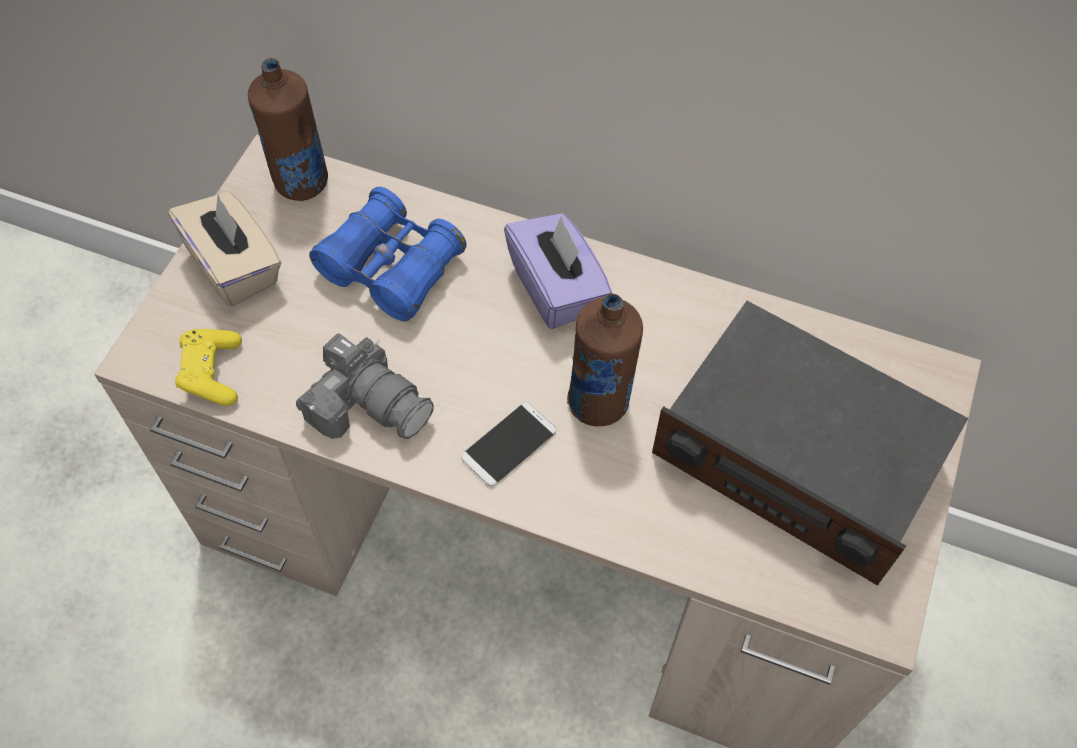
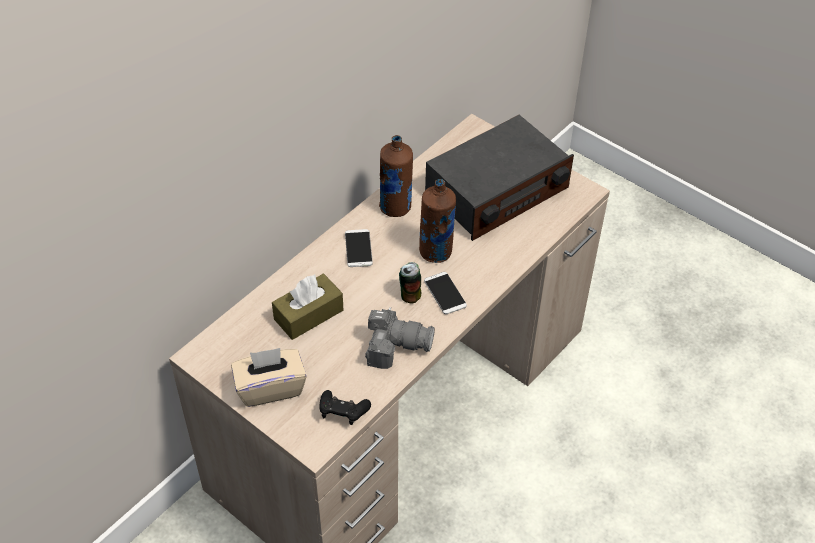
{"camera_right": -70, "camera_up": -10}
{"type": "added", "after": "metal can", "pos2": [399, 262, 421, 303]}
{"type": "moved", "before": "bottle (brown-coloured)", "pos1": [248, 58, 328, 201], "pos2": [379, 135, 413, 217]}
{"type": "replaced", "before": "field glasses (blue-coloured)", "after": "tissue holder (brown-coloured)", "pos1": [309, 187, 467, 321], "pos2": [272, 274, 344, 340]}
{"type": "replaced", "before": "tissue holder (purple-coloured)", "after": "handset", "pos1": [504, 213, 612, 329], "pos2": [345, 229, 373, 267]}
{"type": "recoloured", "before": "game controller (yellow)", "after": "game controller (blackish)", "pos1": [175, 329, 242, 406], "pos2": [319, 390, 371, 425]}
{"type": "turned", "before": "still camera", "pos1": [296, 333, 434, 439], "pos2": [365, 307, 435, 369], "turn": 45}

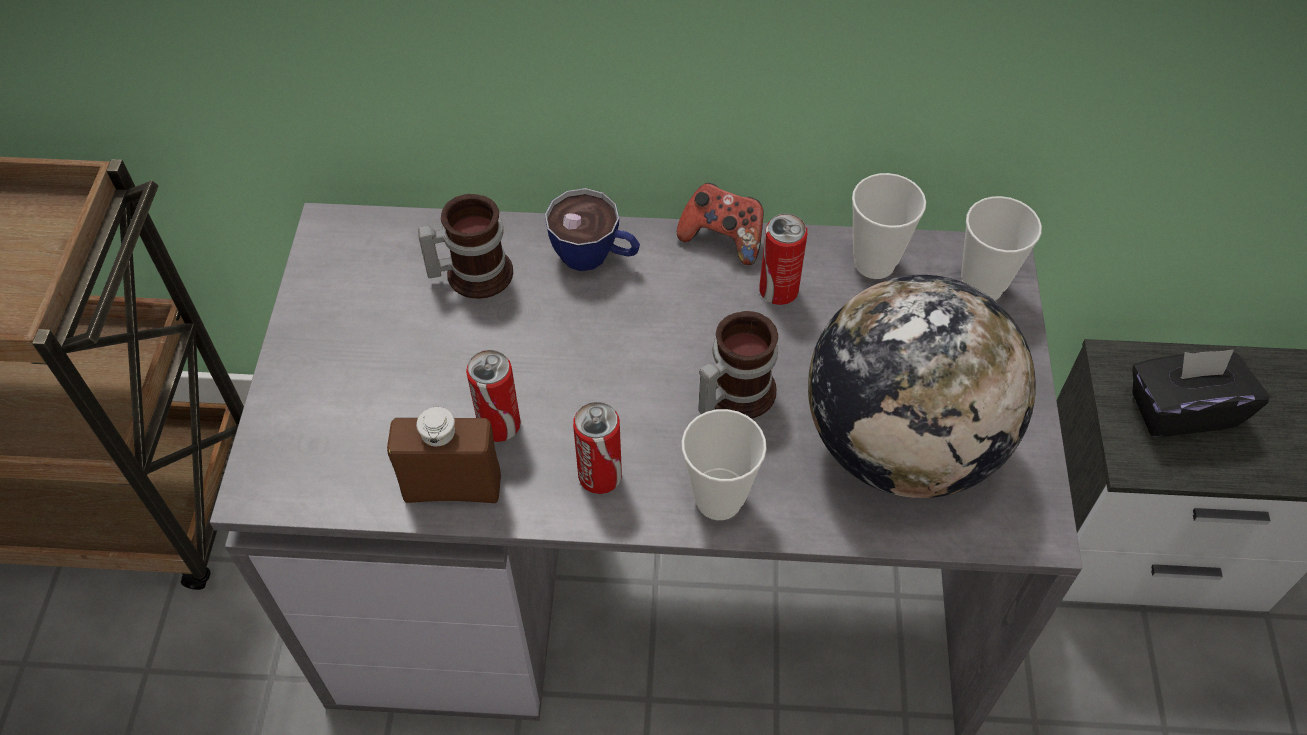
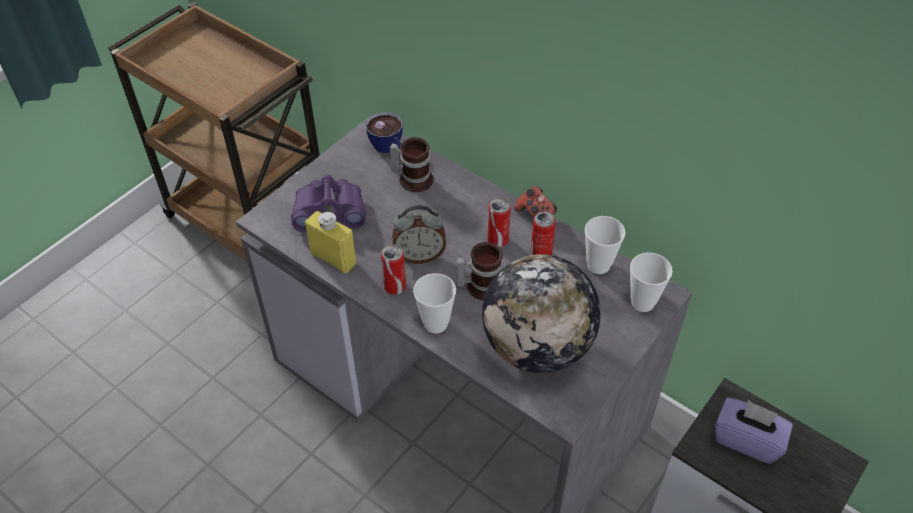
{"camera_right": 35, "camera_up": -5}
{"type": "added", "after": "field glasses (purple-coloured)", "pos2": [291, 174, 366, 232]}
{"type": "added", "after": "alarm clock", "pos2": [392, 205, 446, 264]}
{"type": "moved", "before": "metal can", "pos1": [466, 350, 521, 442], "pos2": [487, 198, 511, 247]}
{"type": "moved", "before": "drinking cup", "pos1": [545, 188, 640, 271], "pos2": [366, 112, 403, 153]}
{"type": "recoloured", "before": "bottle (brown-coloured)", "after": "bottle (yellow)", "pos1": [387, 407, 501, 503], "pos2": [305, 211, 357, 274]}
{"type": "recoloured", "before": "tissue holder (blackish)", "after": "tissue holder (purple-coloured)", "pos1": [1132, 349, 1270, 437], "pos2": [715, 397, 793, 464]}

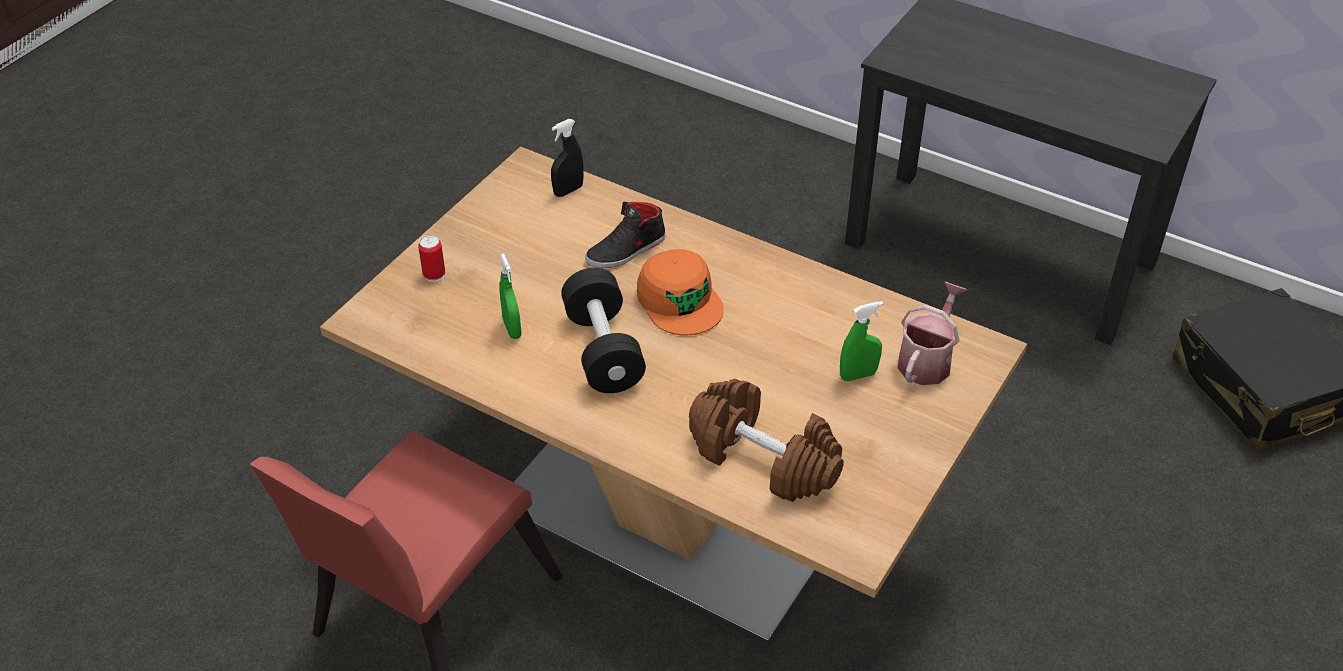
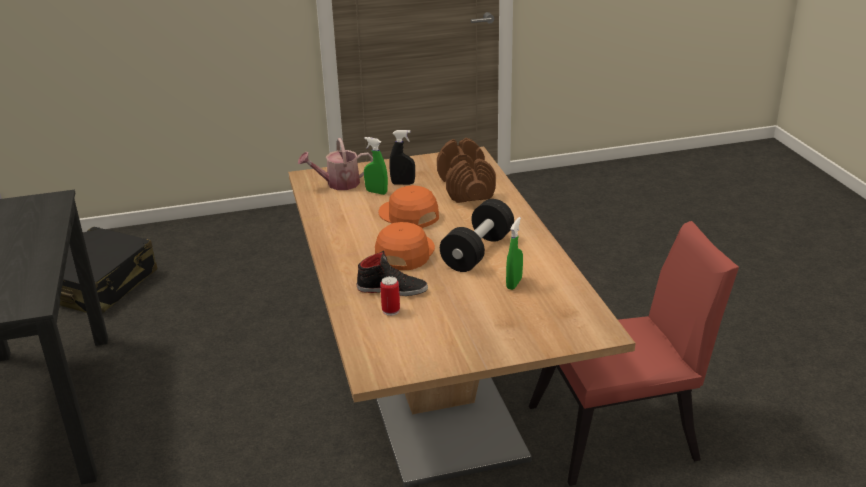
{"camera_right": -135, "camera_up": -15}
{"type": "added", "after": "cap (orange-coloured)", "pos2": [379, 185, 439, 228]}
{"type": "moved", "before": "metal can", "pos1": [418, 235, 445, 282], "pos2": [380, 276, 400, 316]}
{"type": "moved", "before": "sprayer (blackish)", "pos1": [551, 119, 584, 197], "pos2": [389, 130, 415, 185]}

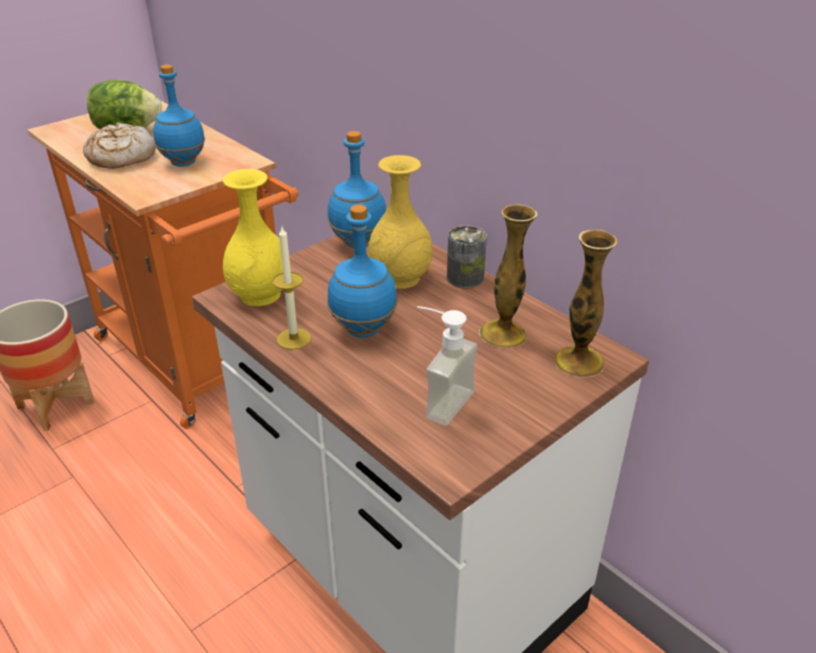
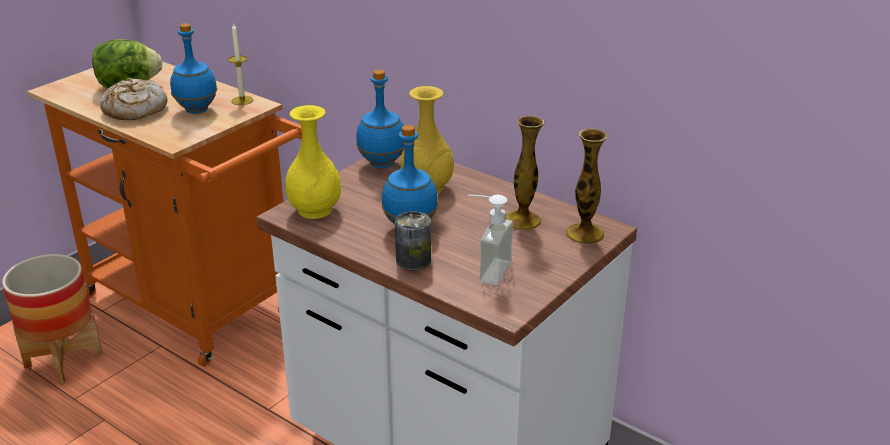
{"camera_right": -10, "camera_up": -5}
{"type": "moved", "before": "candle", "pos1": [272, 227, 311, 350], "pos2": [228, 22, 253, 105]}
{"type": "moved", "before": "metal can", "pos1": [447, 226, 487, 288], "pos2": [395, 211, 431, 270]}

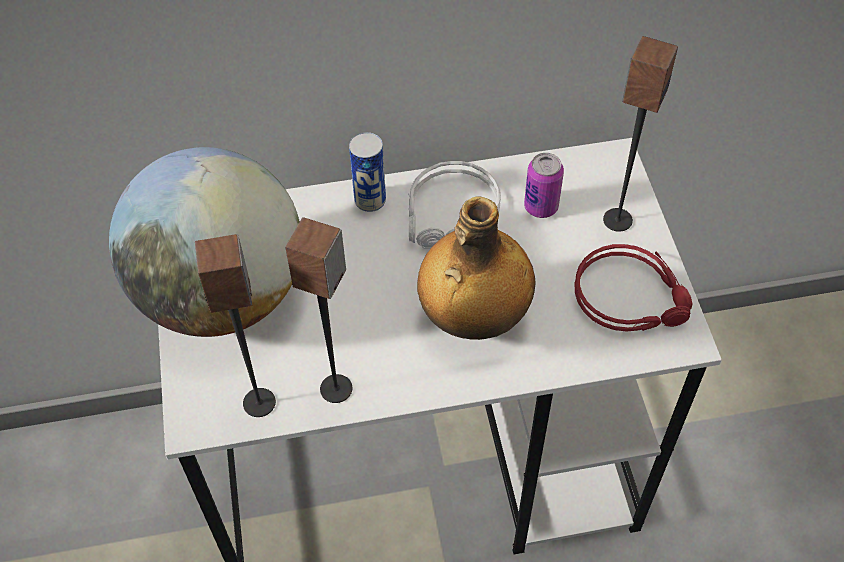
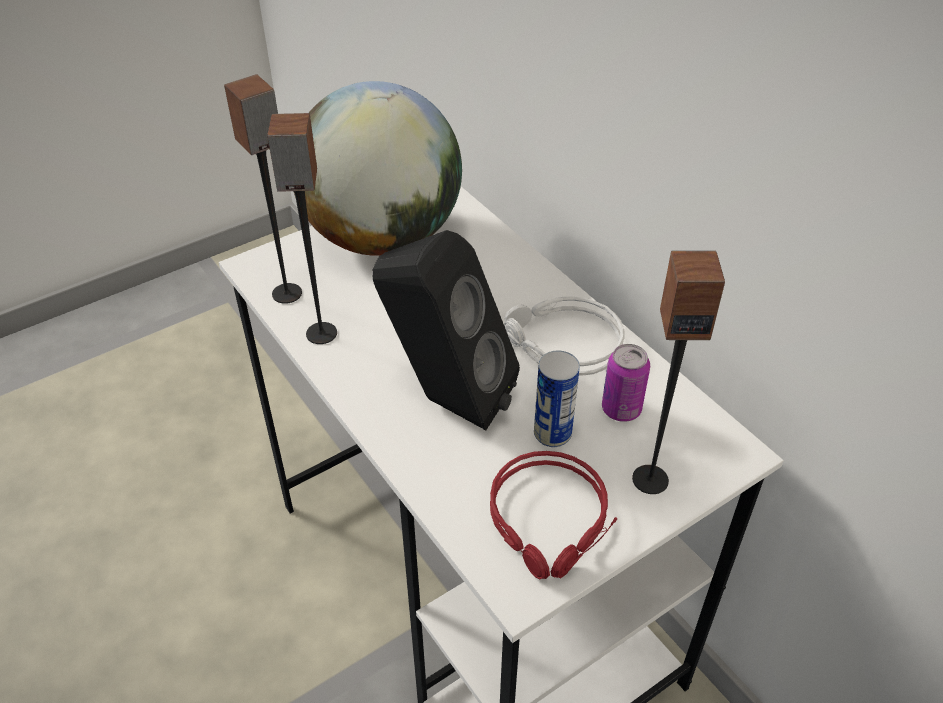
{"camera_right": 65, "camera_up": -10}
{"type": "moved", "before": "metal can", "pos1": [349, 132, 386, 212], "pos2": [534, 351, 580, 447]}
{"type": "replaced", "before": "bottle", "after": "loudspeaker (blackish)", "pos1": [417, 196, 535, 340], "pos2": [372, 230, 520, 430]}

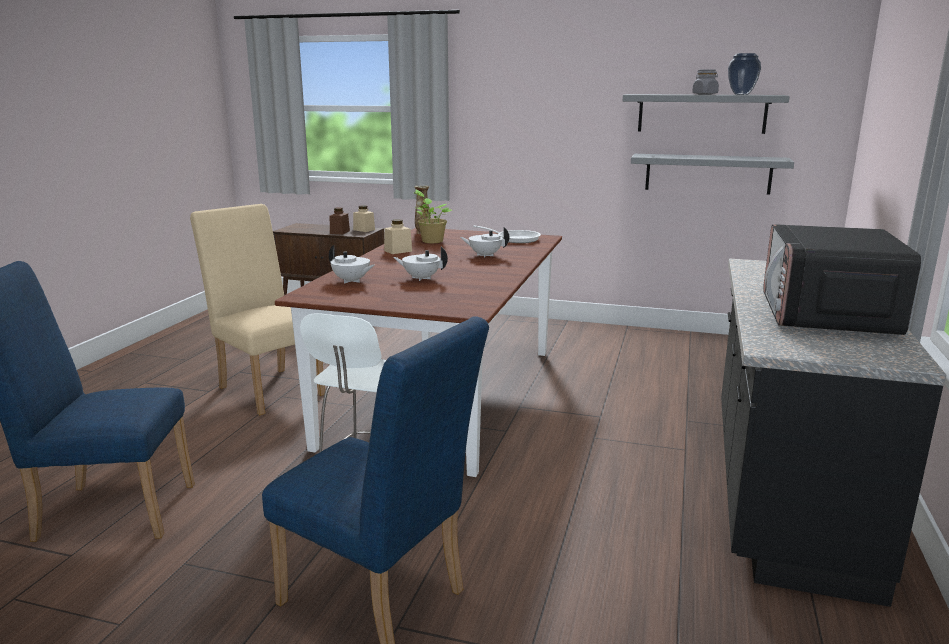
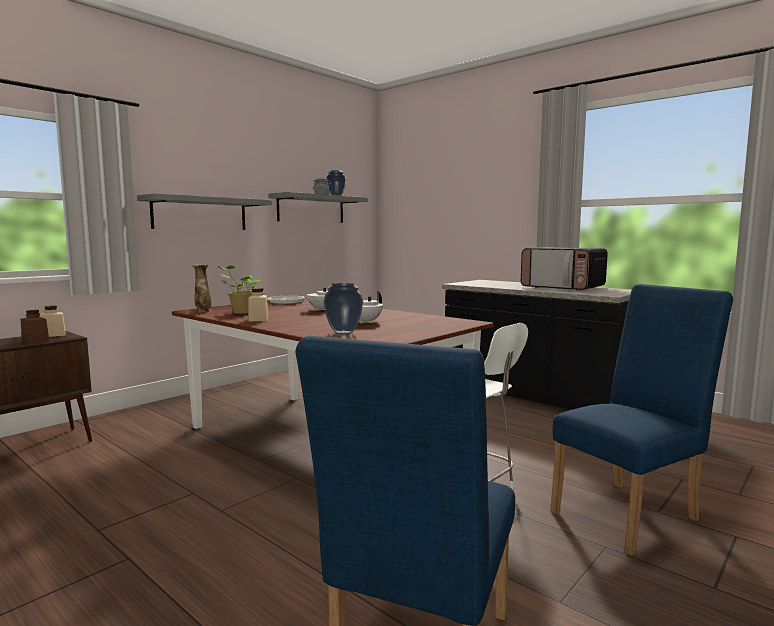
{"camera_right": -65, "camera_up": -10}
{"type": "removed", "before": "plain chair (sand-coloured)", "pos1": [190, 204, 325, 415]}
{"type": "moved", "before": "bracket shelf (grey)", "pos1": [631, 154, 794, 195], "pos2": [137, 193, 272, 230]}
{"type": "replaced", "before": "teapot (white)", "after": "decorative vase", "pos1": [329, 245, 374, 284], "pos2": [324, 283, 363, 334]}

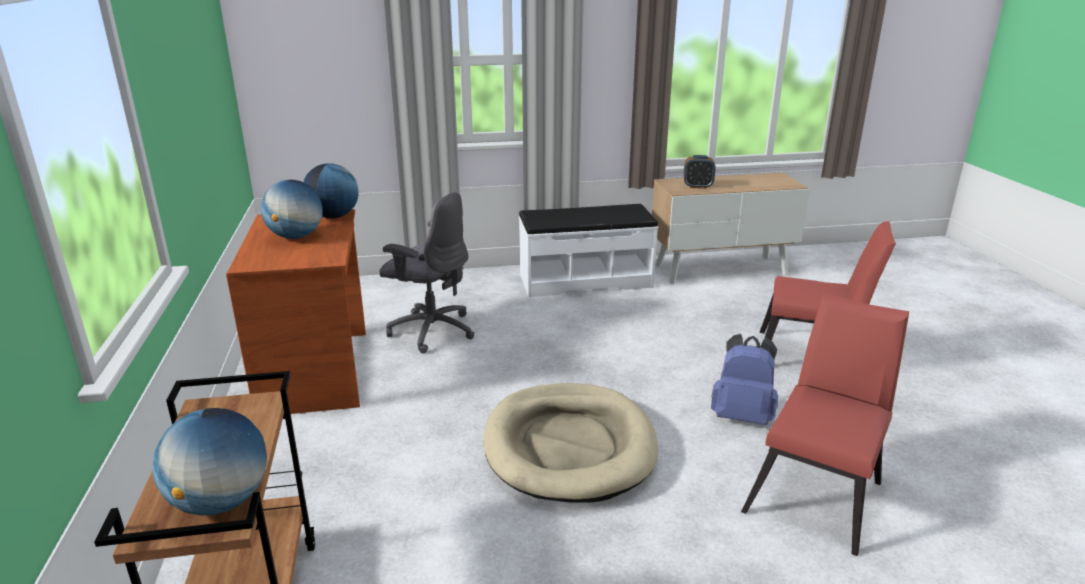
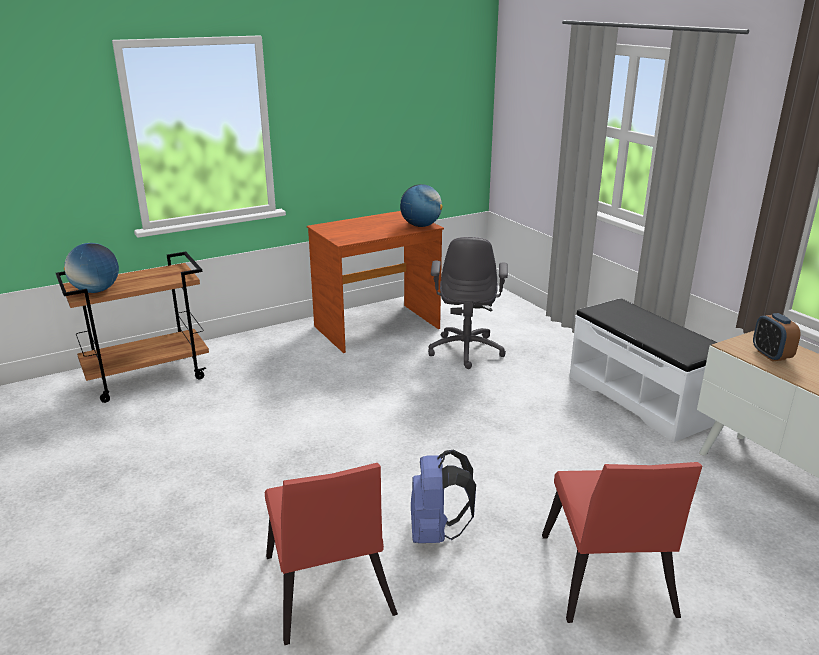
{"camera_right": 70, "camera_up": 0}
{"type": "removed", "before": "globe", "pos1": [261, 180, 323, 239]}
{"type": "removed", "before": "pet bed (sand-coloured)", "pos1": [484, 383, 659, 503]}
{"type": "turned", "before": "plain chair (red)", "pos1": [741, 292, 909, 556], "pos2": [265, 463, 398, 645], "turn": 60}

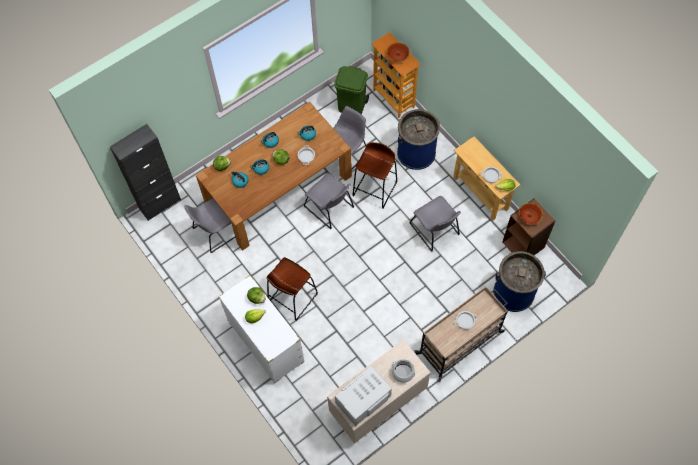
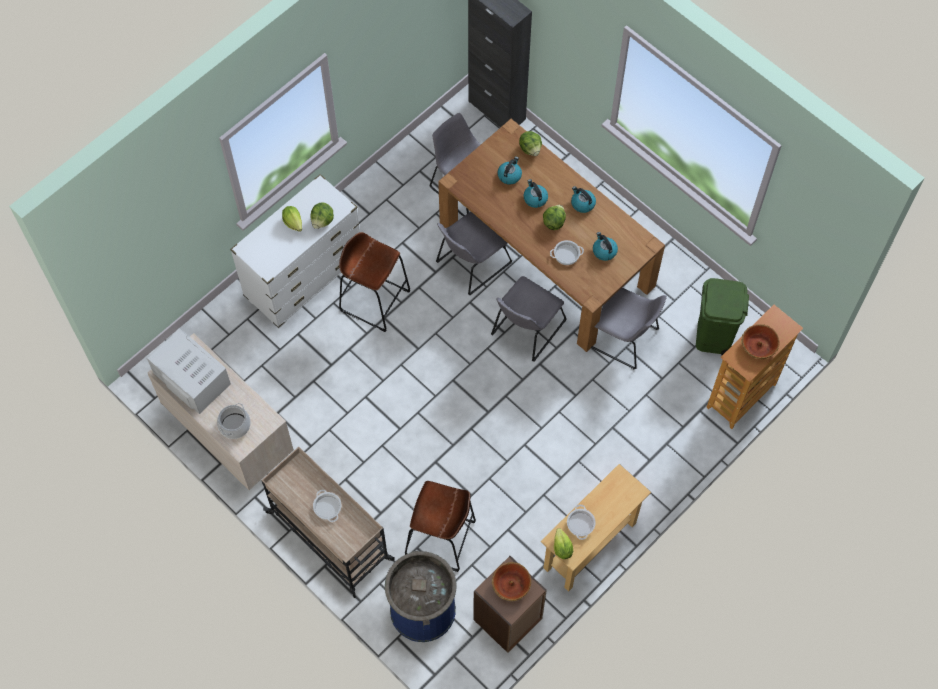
{"camera_right": 80, "camera_up": 0}
{"type": "removed", "before": "trash can (blue-coloured)", "pos1": [397, 109, 440, 170]}
{"type": "moved", "before": "sitting stool (brown-coloured)", "pos1": [352, 142, 397, 209], "pos2": [405, 481, 476, 572]}
{"type": "moved", "before": "plain chair (grey)", "pos1": [409, 196, 461, 252], "pos2": [436, 212, 512, 295]}

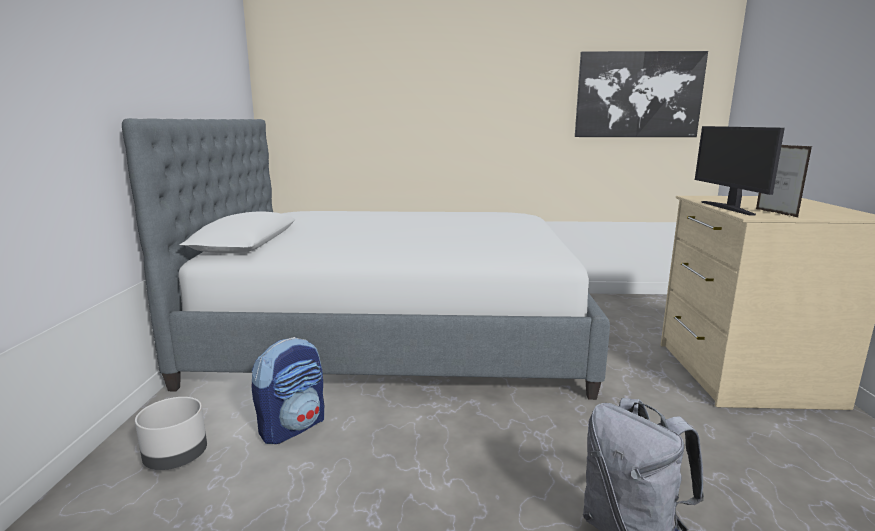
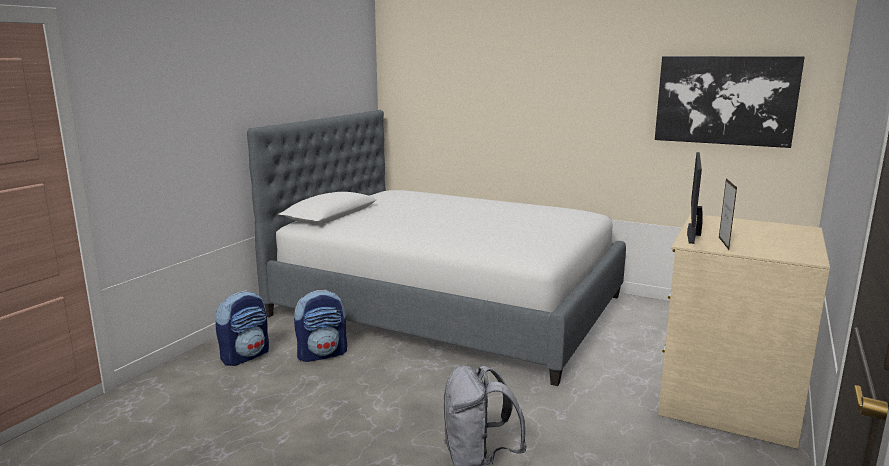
{"camera_right": 25, "camera_up": 0}
{"type": "replaced", "before": "planter (grey)", "after": "knapsack", "pos1": [135, 397, 207, 470], "pos2": [215, 291, 269, 366]}

